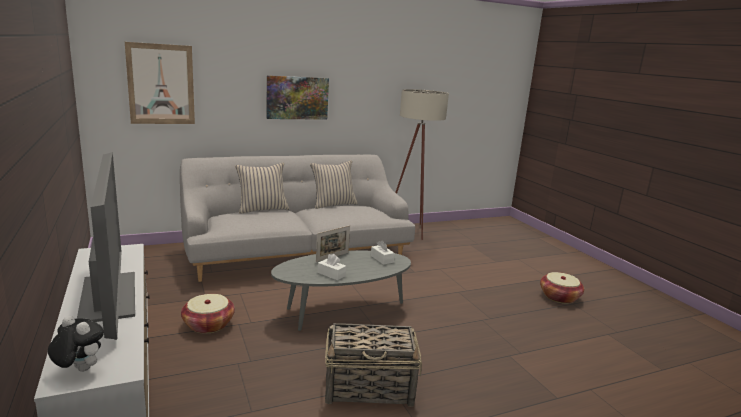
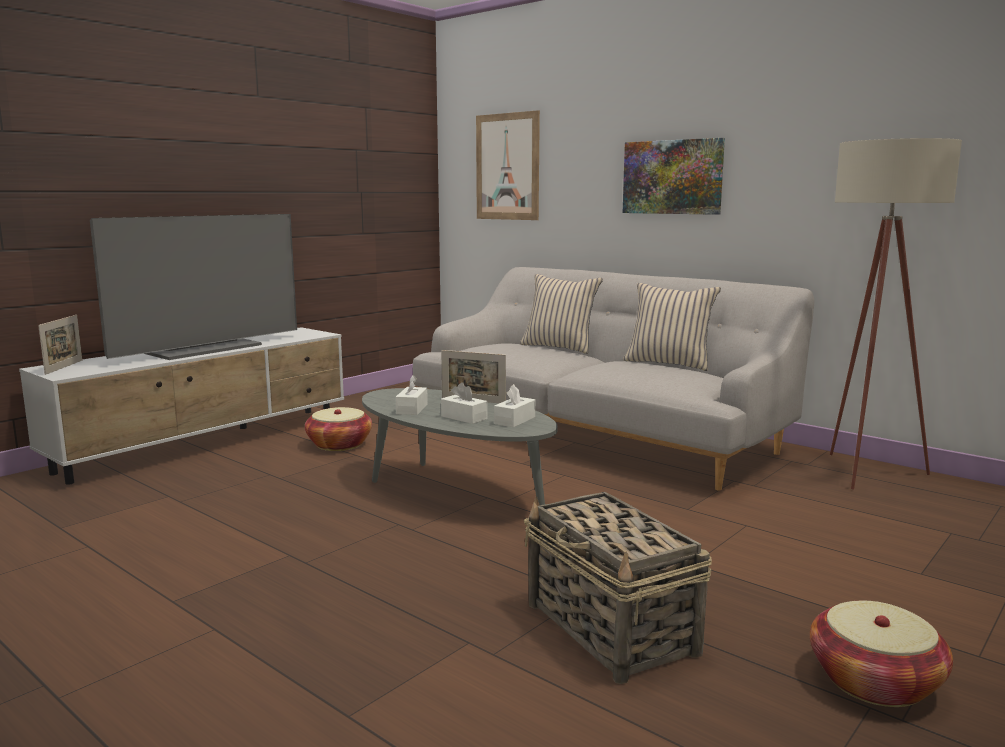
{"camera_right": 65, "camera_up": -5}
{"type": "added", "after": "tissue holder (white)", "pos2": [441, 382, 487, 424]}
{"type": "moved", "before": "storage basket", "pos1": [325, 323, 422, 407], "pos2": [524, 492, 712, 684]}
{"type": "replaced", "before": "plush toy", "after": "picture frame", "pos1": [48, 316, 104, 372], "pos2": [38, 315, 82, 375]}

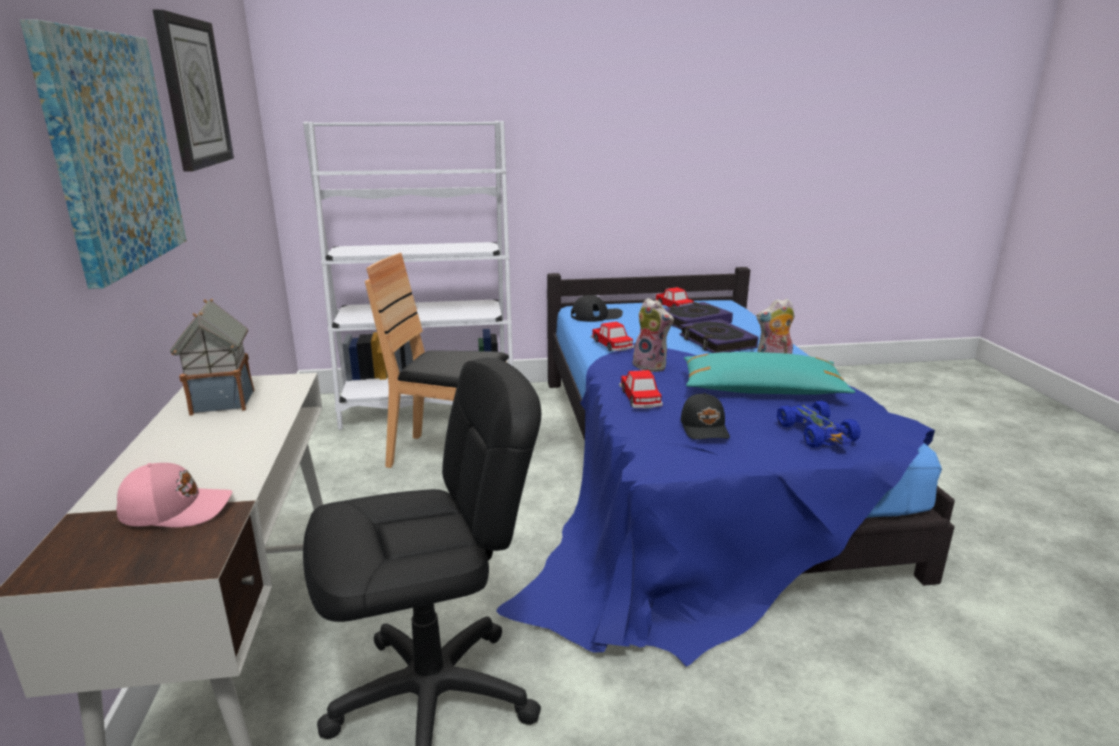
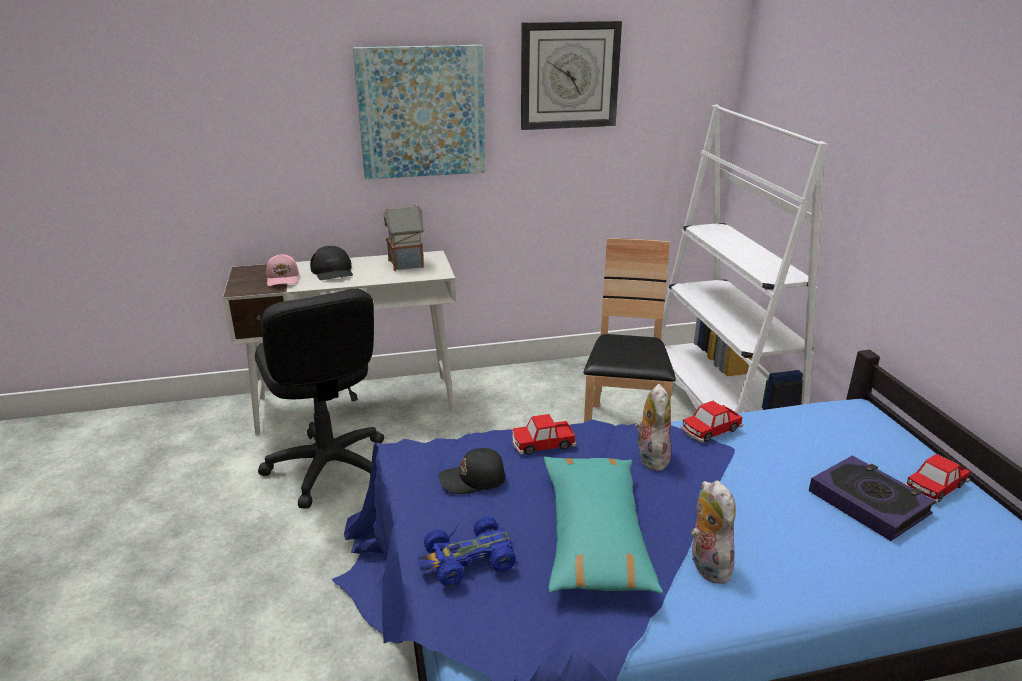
{"camera_right": 85, "camera_up": 5}
{"type": "removed", "before": "bound book", "pos1": [680, 319, 758, 353]}
{"type": "moved", "before": "cap (blackish)", "pos1": [571, 295, 623, 322], "pos2": [310, 246, 353, 280]}
{"type": "turned", "before": "plush toy", "pos1": [631, 298, 674, 372], "pos2": [635, 384, 671, 471], "turn": 150}

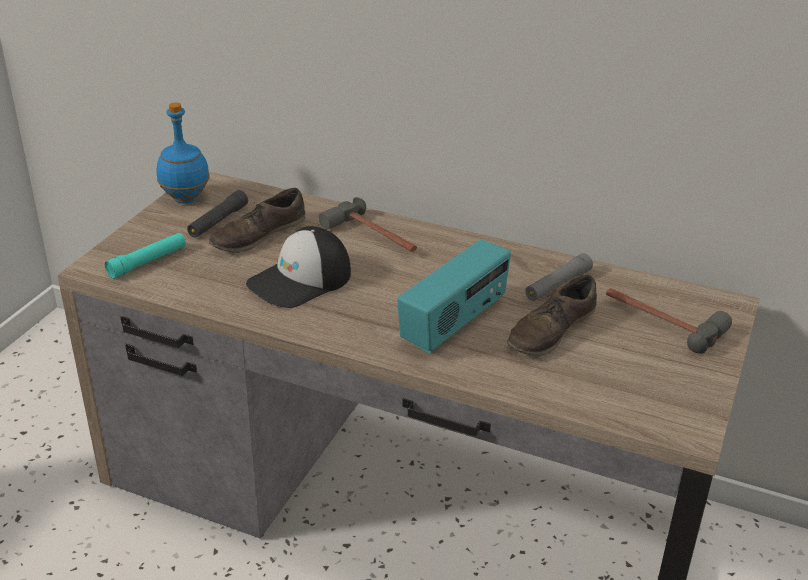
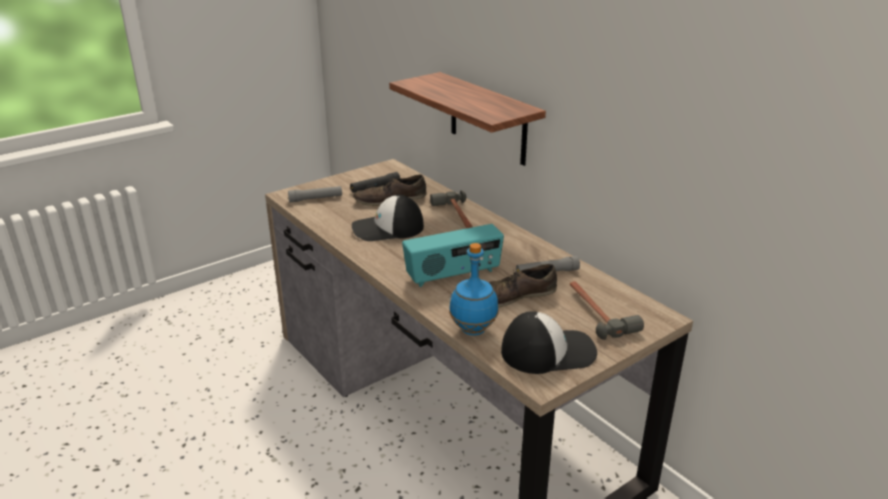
{"camera_right": 30, "camera_up": -5}
{"type": "added", "after": "bracket shelf", "pos2": [389, 72, 546, 166]}
{"type": "added", "after": "cap", "pos2": [501, 311, 597, 374]}
{"type": "moved", "before": "bottle (blue-coloured)", "pos1": [157, 102, 210, 204], "pos2": [449, 243, 498, 336]}
{"type": "recoloured", "before": "hand torch (blue-green)", "after": "hand torch (grey)", "pos1": [105, 233, 186, 279], "pos2": [288, 186, 342, 202]}

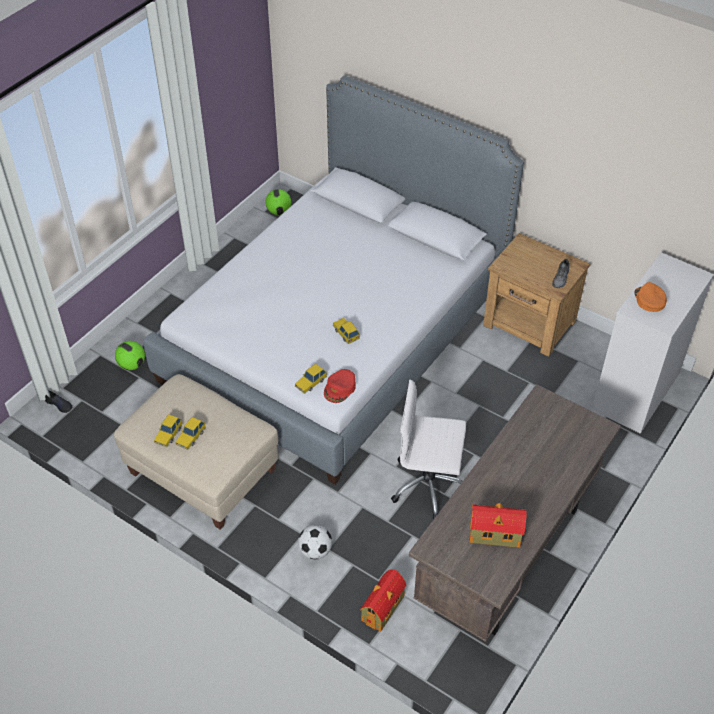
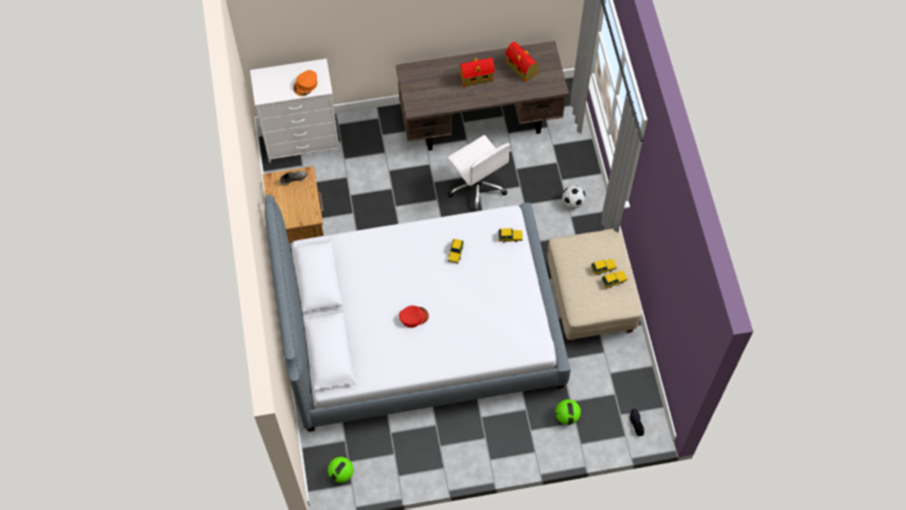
{"camera_right": -135, "camera_up": 15}
{"type": "moved", "before": "cap (red)", "pos1": [324, 369, 356, 403], "pos2": [399, 306, 429, 328]}
{"type": "moved", "before": "miniature house", "pos1": [360, 569, 406, 632], "pos2": [459, 58, 495, 87]}

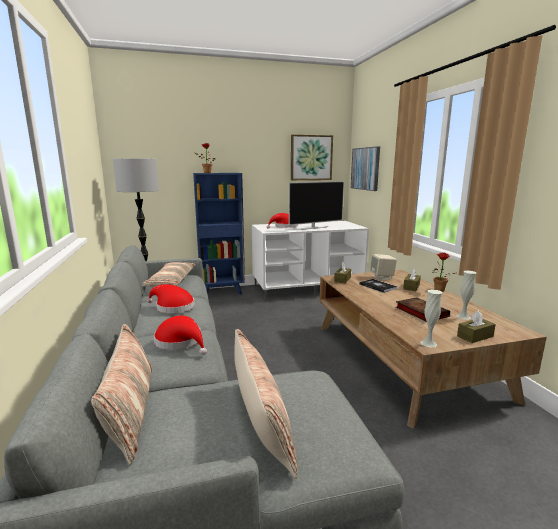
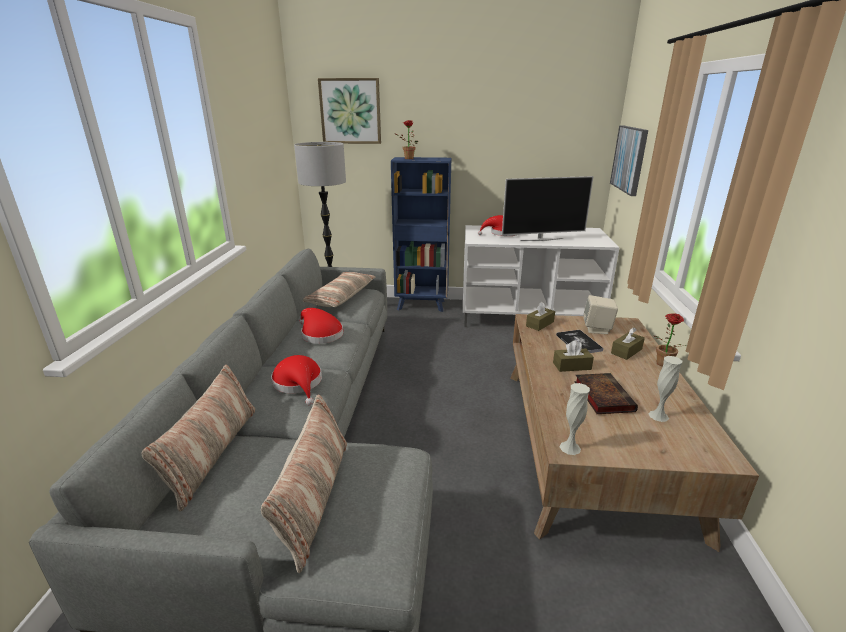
{"camera_right": 20, "camera_up": 10}
{"type": "moved", "before": "wall picture", "pos1": [291, 134, 333, 180], "pos2": [318, 78, 381, 144]}
{"type": "moved", "before": "tissue holder (brown-coloured)", "pos1": [457, 310, 496, 343], "pos2": [553, 340, 594, 372]}

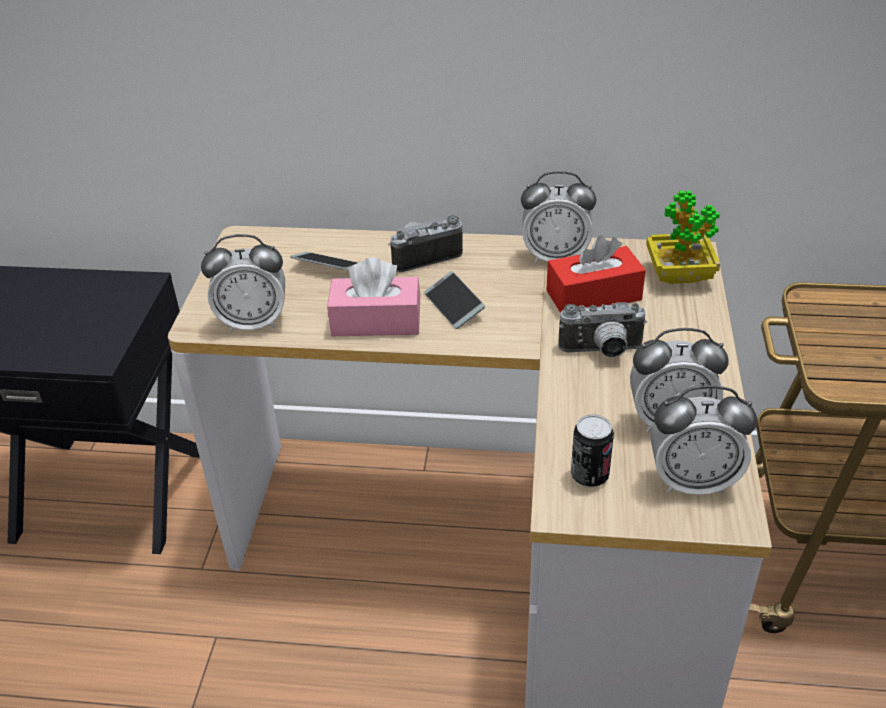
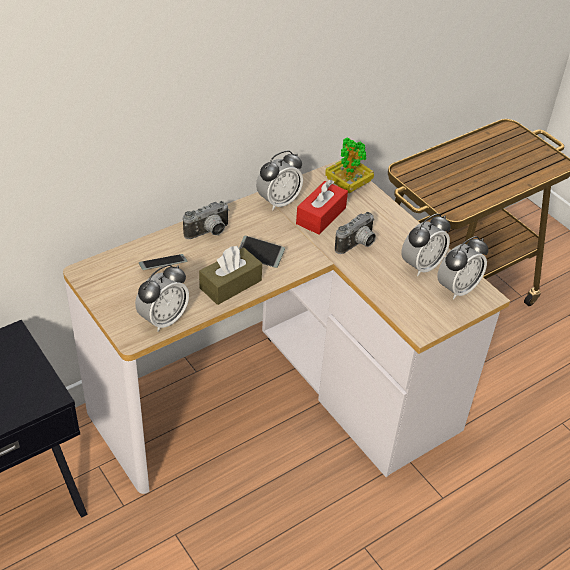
{"camera_right": -45, "camera_up": 5}
{"type": "removed", "before": "metal can", "pos1": [571, 414, 614, 487]}
{"type": "recoloured", "before": "tissue holder (pink)", "after": "tissue holder (brown-coloured)", "pos1": [327, 257, 420, 336], "pos2": [199, 246, 262, 305]}
{"type": "turned", "before": "still camera", "pos1": [388, 215, 463, 272], "pos2": [183, 201, 230, 239], "turn": -150}

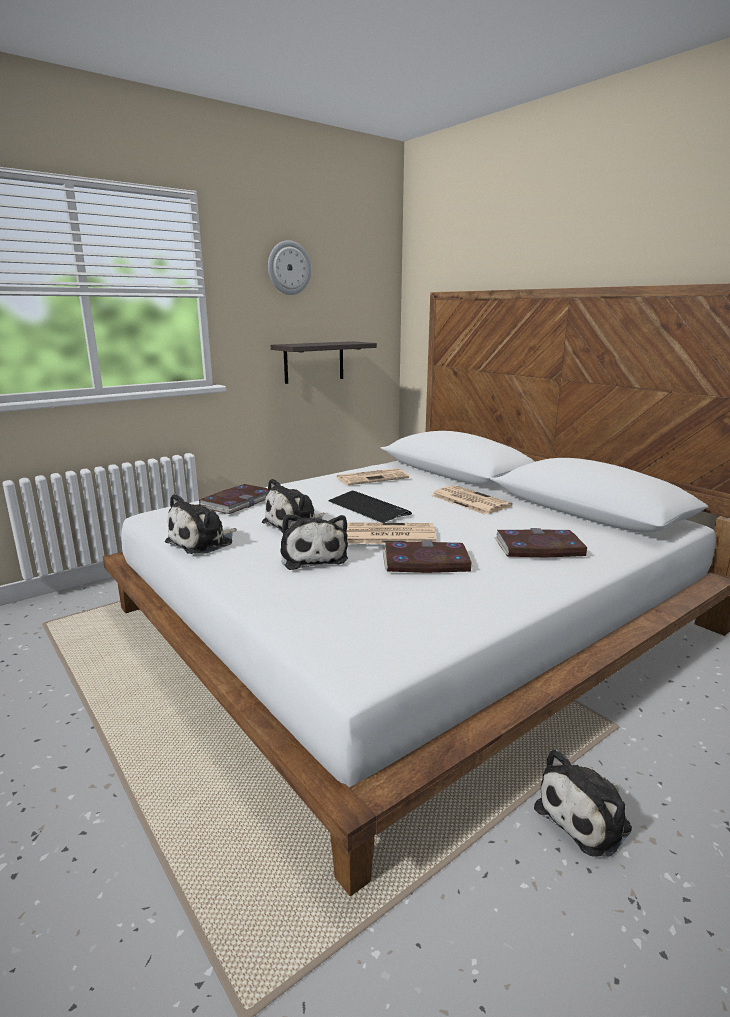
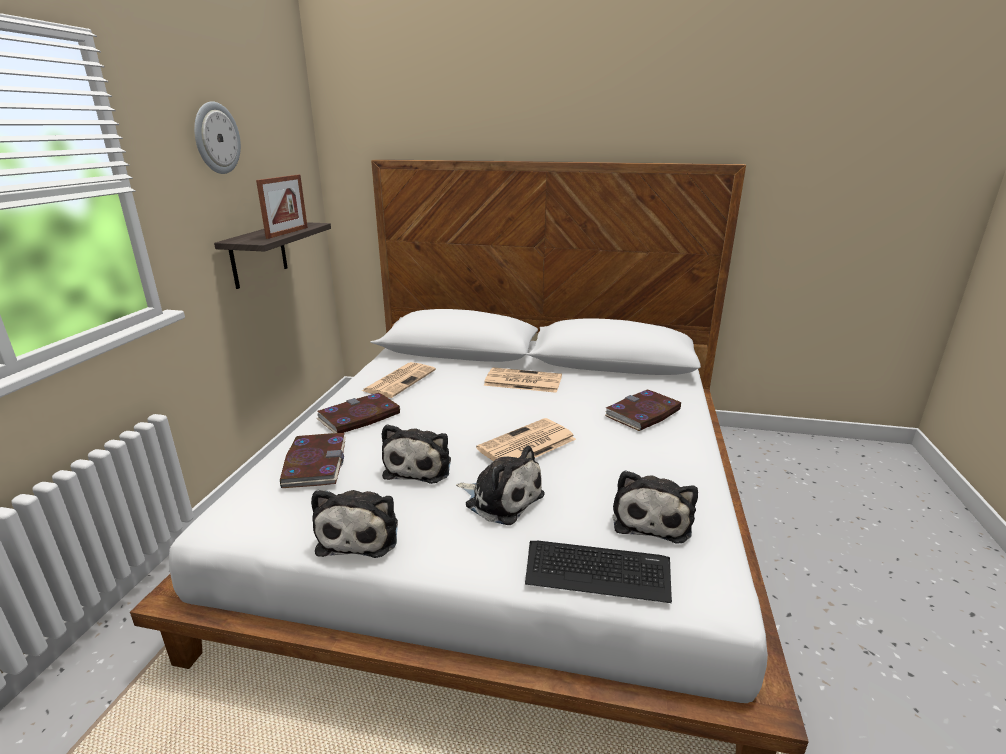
{"camera_right": -40, "camera_up": 5}
{"type": "added", "after": "picture frame", "pos2": [256, 175, 308, 239]}
{"type": "moved", "before": "PC keyboard", "pos1": [328, 491, 412, 523], "pos2": [525, 541, 672, 603]}
{"type": "moved", "before": "bound book", "pos1": [383, 541, 473, 573], "pos2": [317, 392, 400, 433]}
{"type": "moved", "before": "plush toy", "pos1": [534, 749, 632, 857], "pos2": [613, 470, 698, 544]}

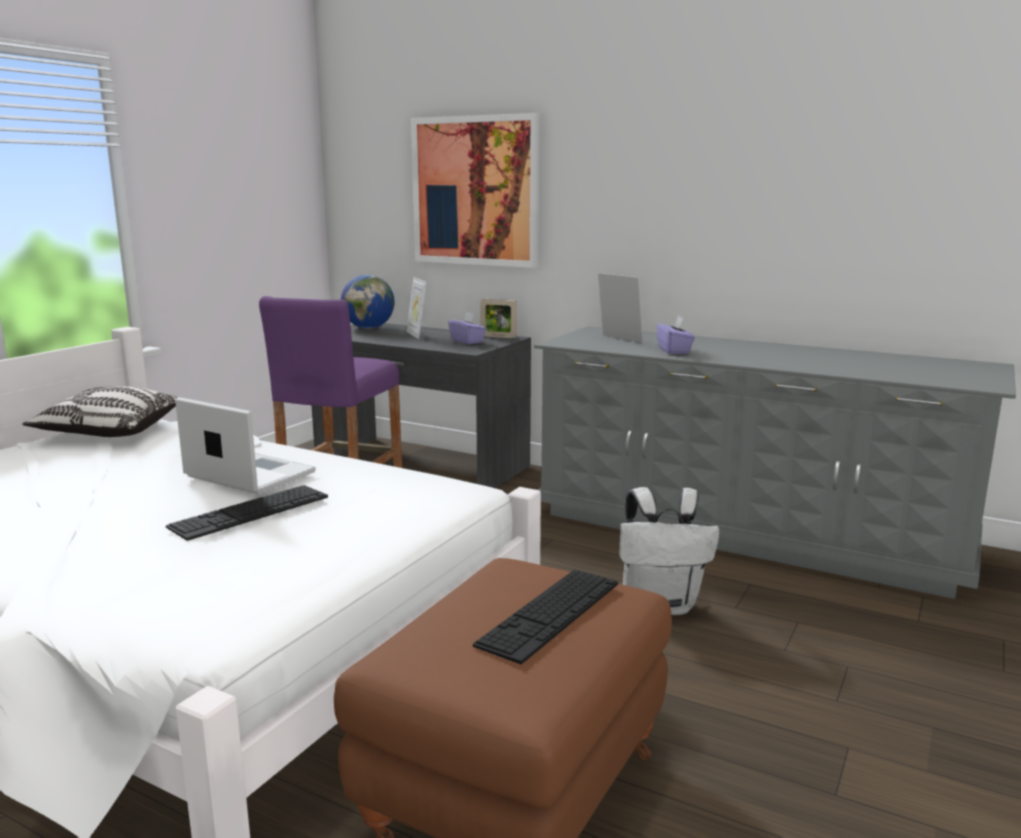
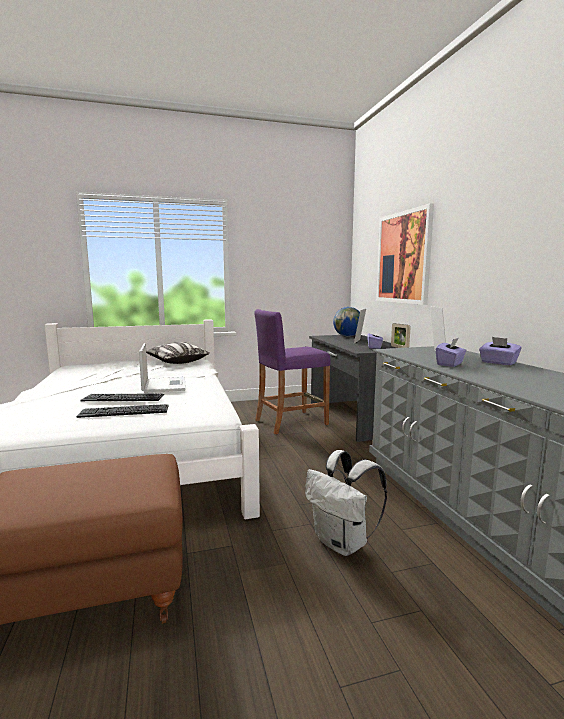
{"camera_right": 45, "camera_up": -5}
{"type": "added", "after": "tissue holder (purple-coloured)", "pos2": [479, 337, 522, 365]}
{"type": "moved", "before": "PC keyboard", "pos1": [473, 570, 618, 664], "pos2": [76, 404, 169, 418]}

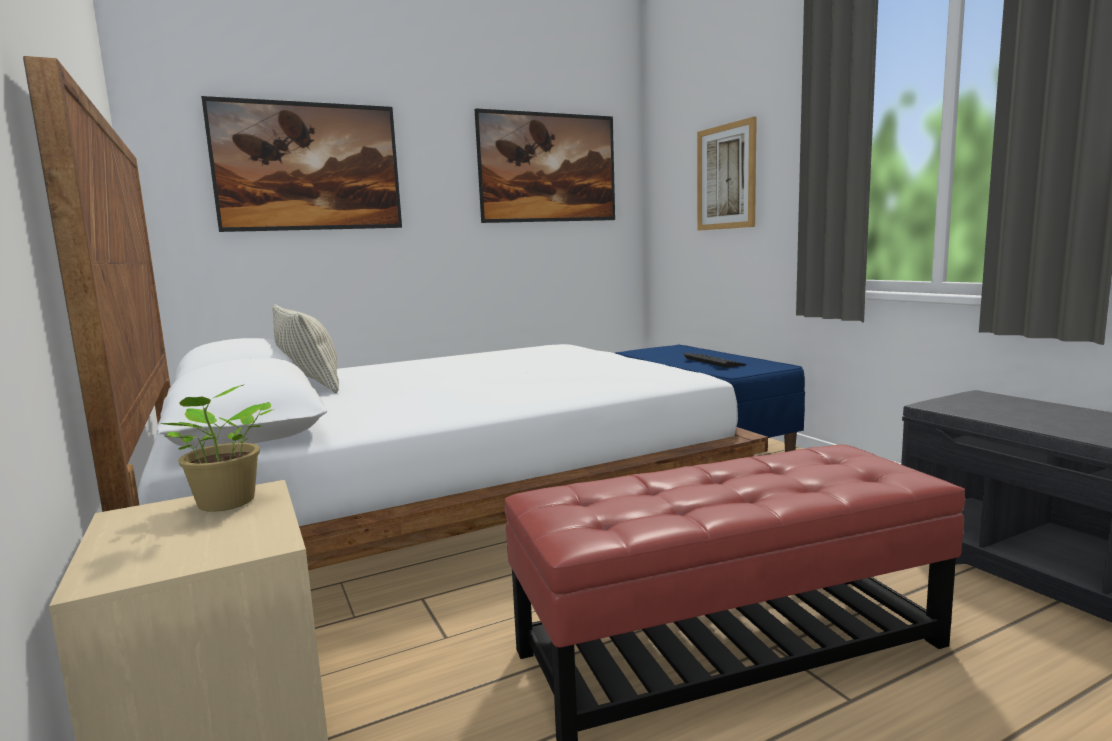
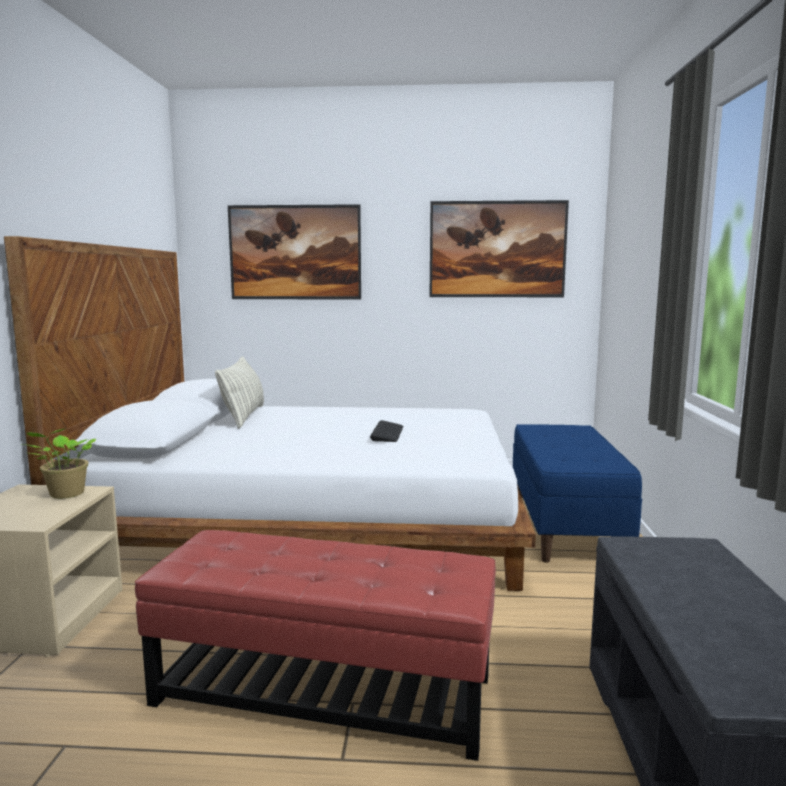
{"camera_right": 30, "camera_up": 0}
{"type": "removed", "before": "wall picture", "pos1": [697, 117, 757, 231]}
{"type": "moved", "before": "PC keyboard", "pos1": [684, 353, 747, 368], "pos2": [370, 420, 404, 442]}

